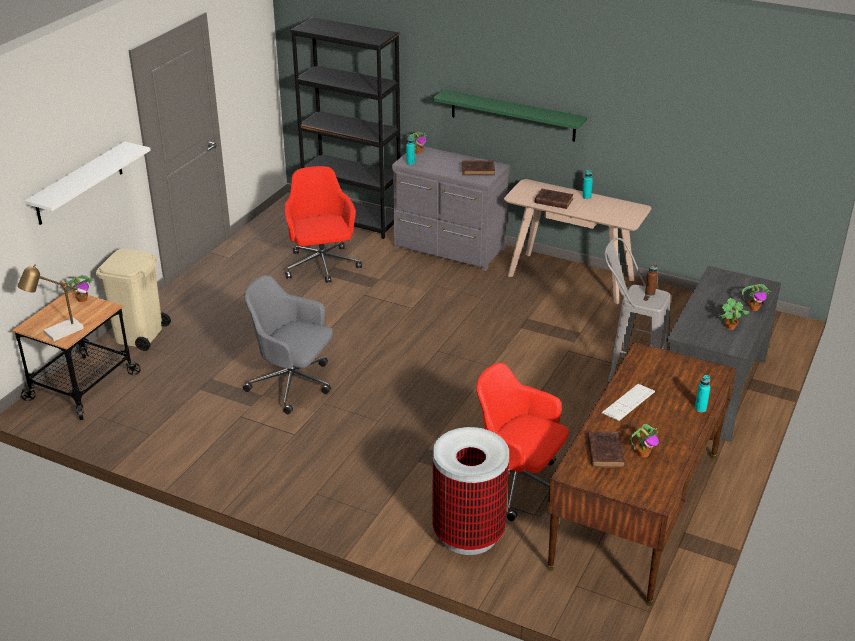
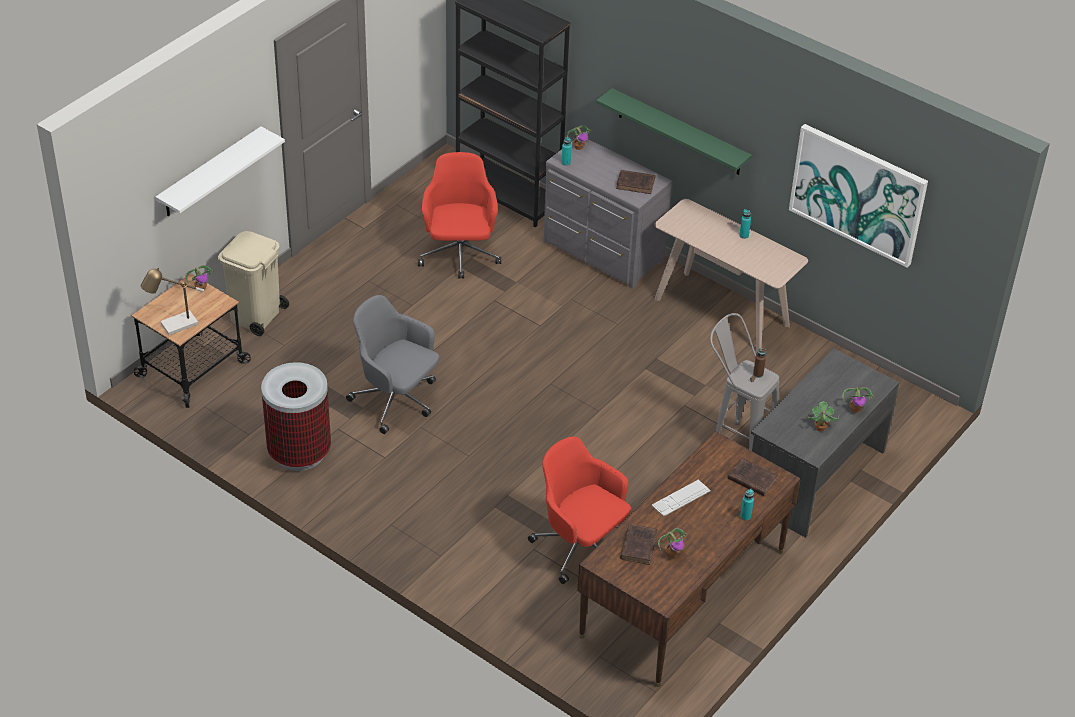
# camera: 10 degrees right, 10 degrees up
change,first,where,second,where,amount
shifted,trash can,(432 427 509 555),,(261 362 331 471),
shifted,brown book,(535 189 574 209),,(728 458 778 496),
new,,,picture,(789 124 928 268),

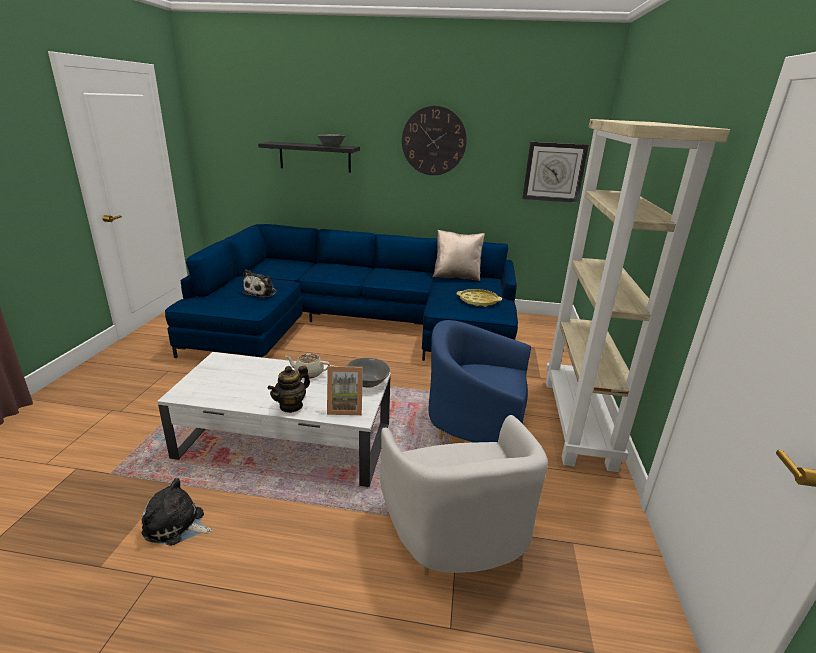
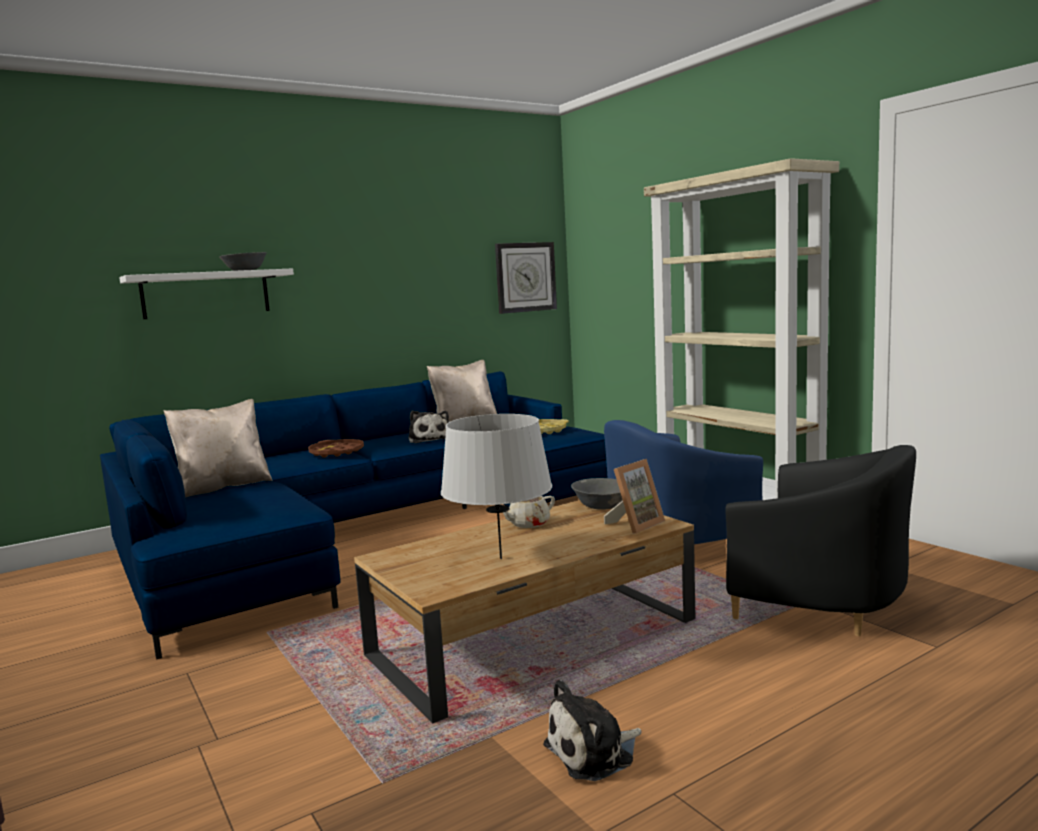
# camera: 40 degrees left, 15 degrees down
change,first,where,second,where,amount
repainted,white coffee table,(157 352 391 487),brown coffee table,(354 500 696 724),
shifted,plush toy,(243 269 277 298),,(408 411 449 443),
repainted,black shelf,(258 142 360 173),white shelf,(119 268 294 319),
gone,teapot,(268 366 310 413),,,
repainted,white armchair,(380 415 548 576),black armchair,(725 445 916 636),
gone,wall clock,(402 106 467 175),,,
new,,,beige pillow,(164 399 273 498),
new,,,brown tray,(308 439 364 458),
new,,,grey table lamp,(441 414 552 559),

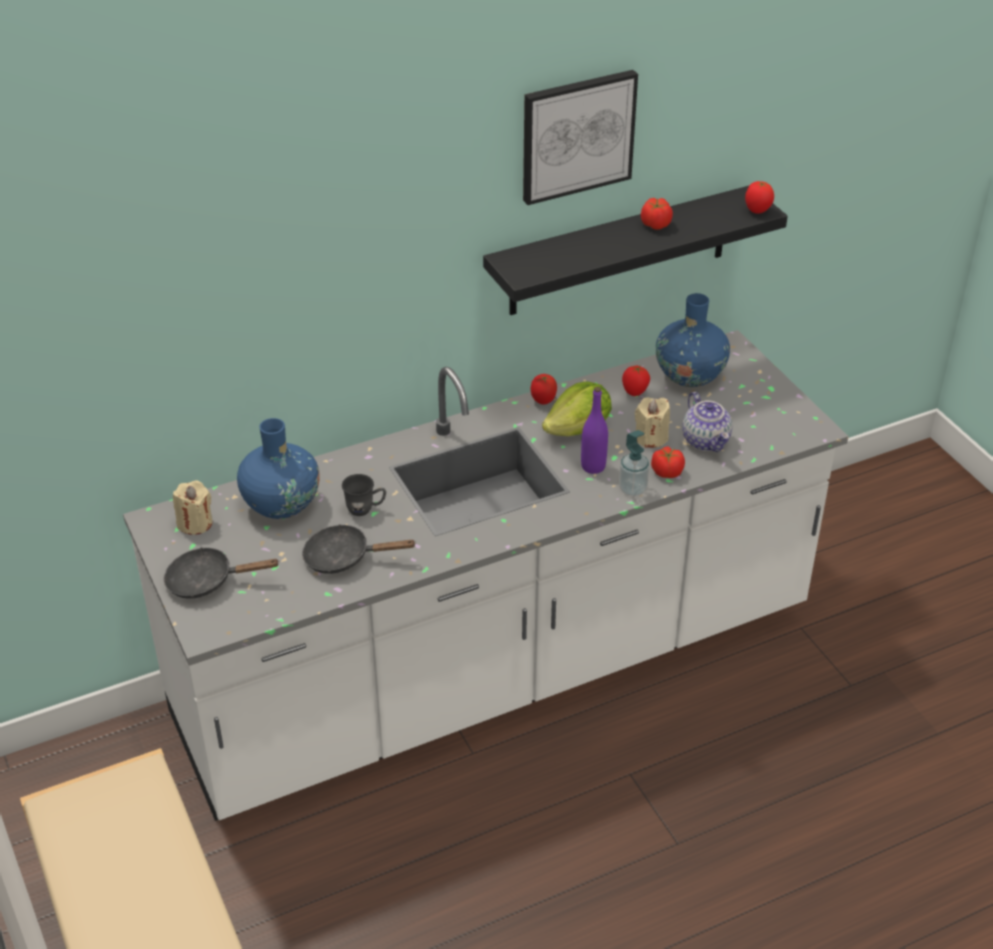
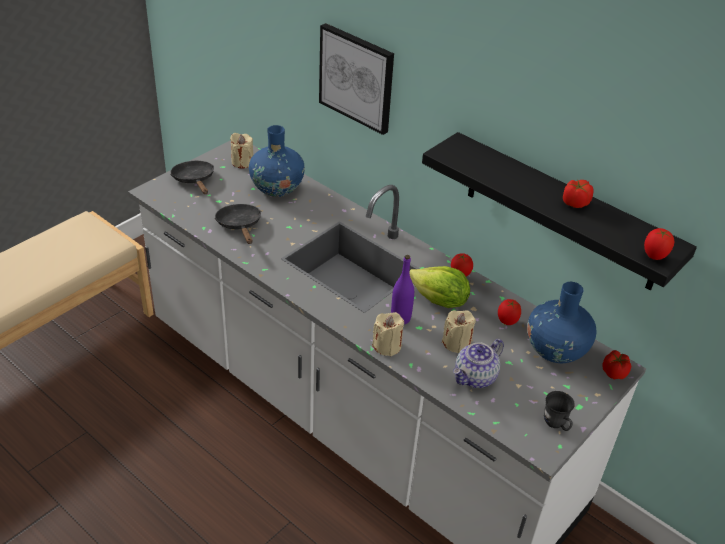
# camera: 65 degrees right, 0 degrees up
change,first,where,second,where,amount
shifted,grey mug,(342 474 386 516),,(544 391 575 431),
shifted,picture,(523 70 638 205),,(319 23 394 135),
swapped,soap dispenser,(619 430 649 496),beige candle,(372 312 404 356),
shifted,tomato,(651 446 685 478),,(602 350 631 379),

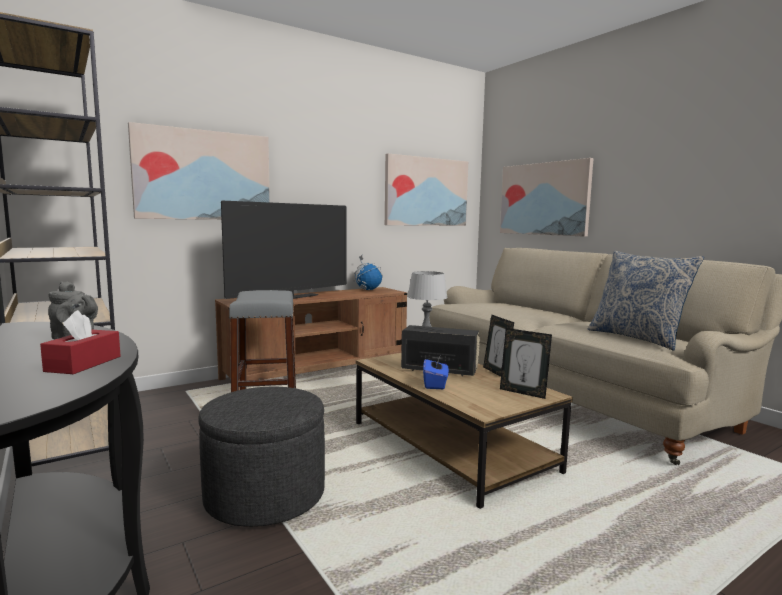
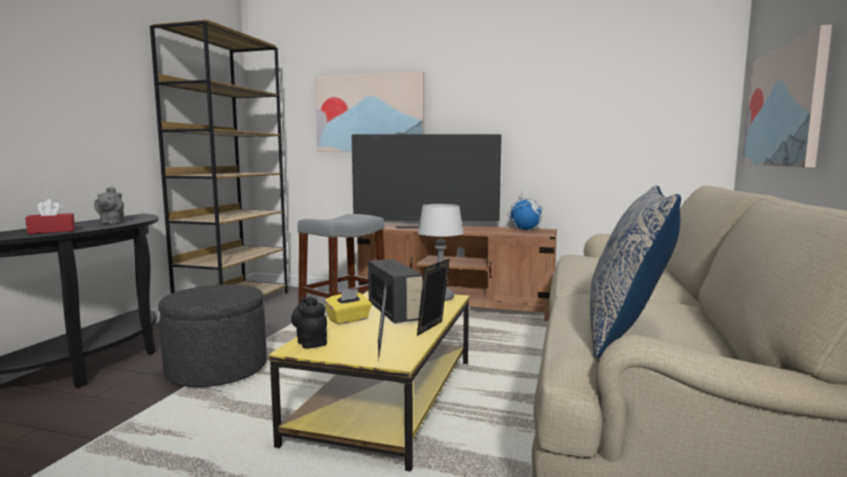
# camera: 50 degrees right, 0 degrees up
change,first,where,second,where,amount
repainted,brown coffee table,(356 353 573 509),yellow coffee table,(268 290 469 472),
gone,picture,(385 153 468 226),,,
repainted,blue tissue box,(423 357 449 389),yellow tissue box,(325 289 372 325),
new,,,black teapot,(291 296 327 349),

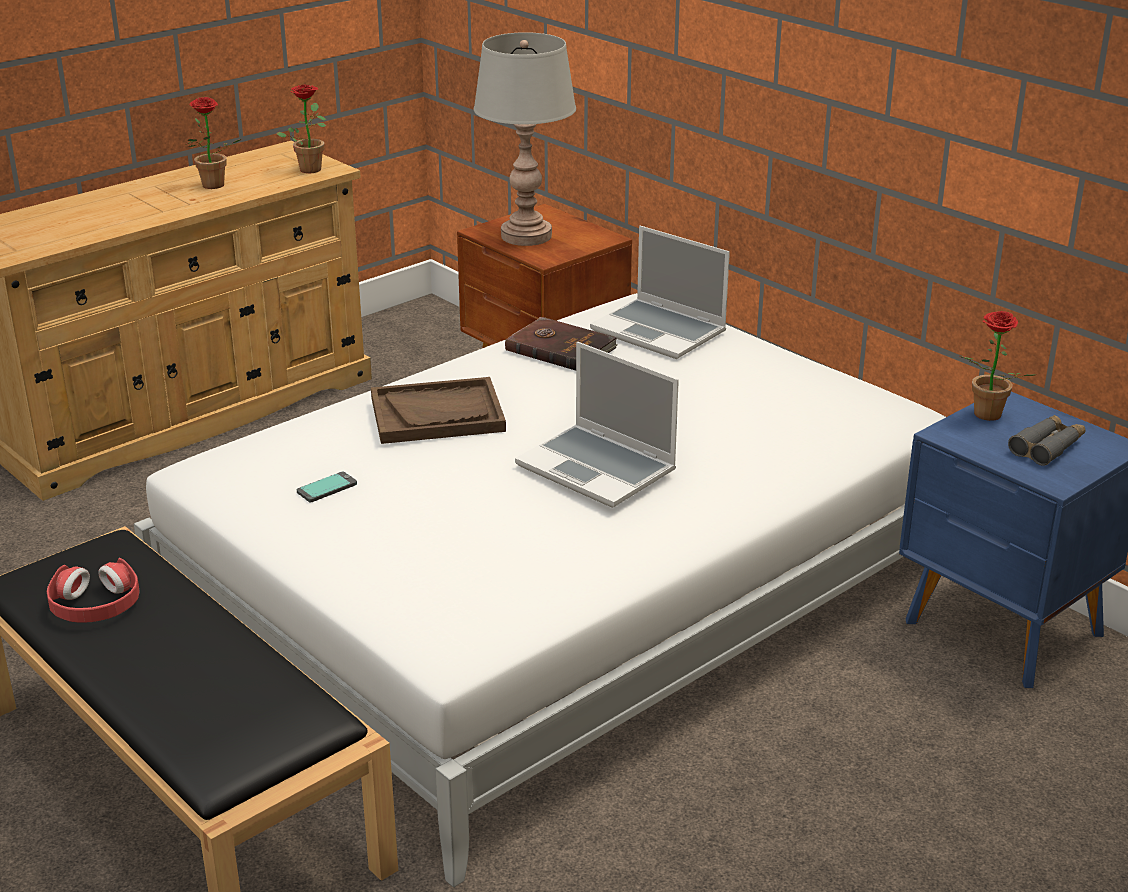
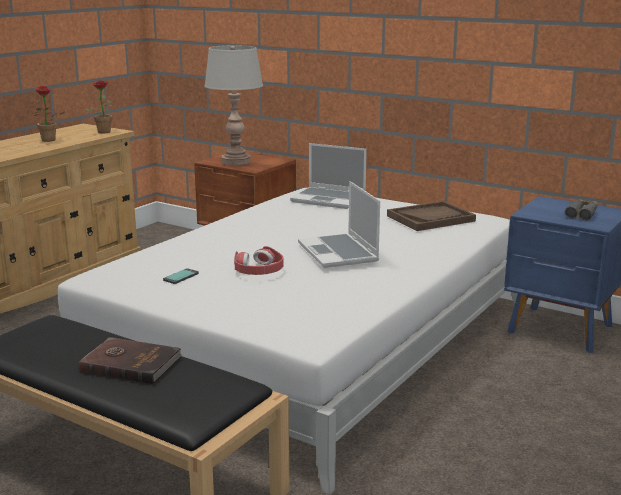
# camera: 15 degrees left, 10 degrees down
change,first,where,second,where,amount
shifted,red headphones,(47 558 140 622),,(234 246 283 275),
shifted,brown tray,(371 377 506 444),,(387 201 476 231),
shifted,brown book,(505 317 618 371),,(78 337 183 384),
rotated,laptop,(515 342 679 508),,(298 181 380 268),45 degrees clockwise
gone,potted plant,(959 311 1035 421),,,

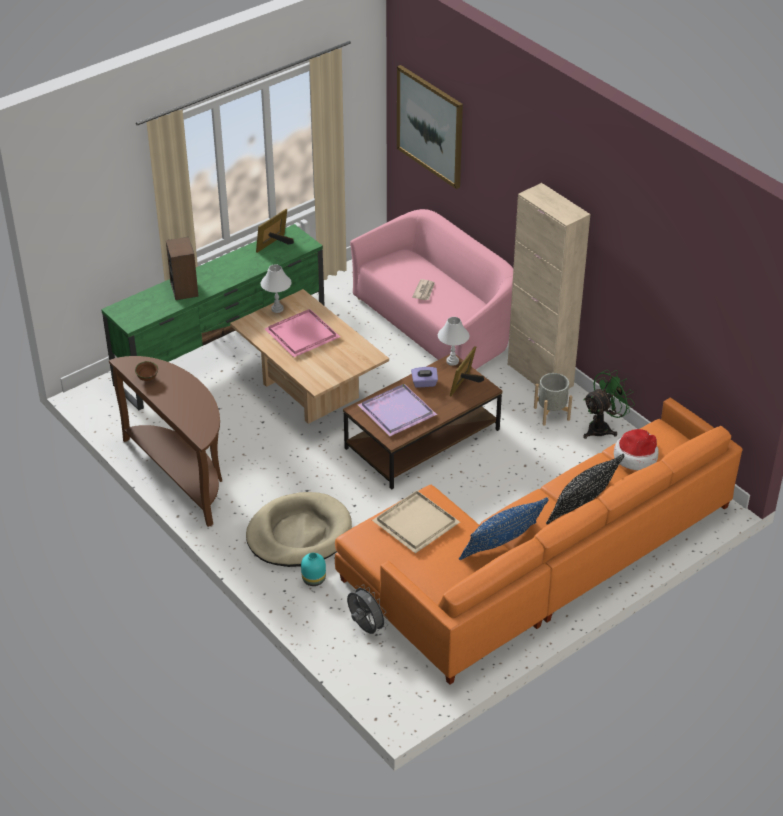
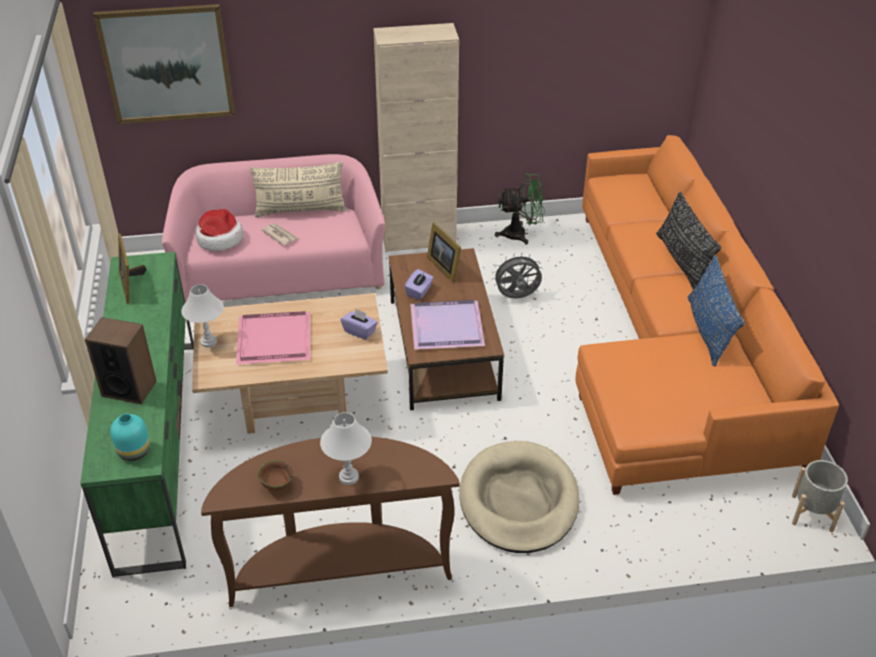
# camera: 60 degrees left, 0 degrees up
change,first,where,second,where,amount
shifted,turquoise vase,(301 553 326 586),,(110 414 150 461),
shifted,grey fan,(347 584 388 634),,(492 253 543 299),
gone,beige tray,(372 490 460 553),,,
shifted,white table lamp,(438 317 469 366),,(320 412 372 485),
shifted,grey planter,(534 373 572 425),,(792 460 848 532),
rotated,green fan,(583 370 635 439),,(495 173 545 245),90 degrees clockwise
shifted,hat,(614 429 659 470),,(196 209 243 251),
new,,,beige pillow,(250 162 347 217),
new,,,purple tissue box,(341 308 378 340),

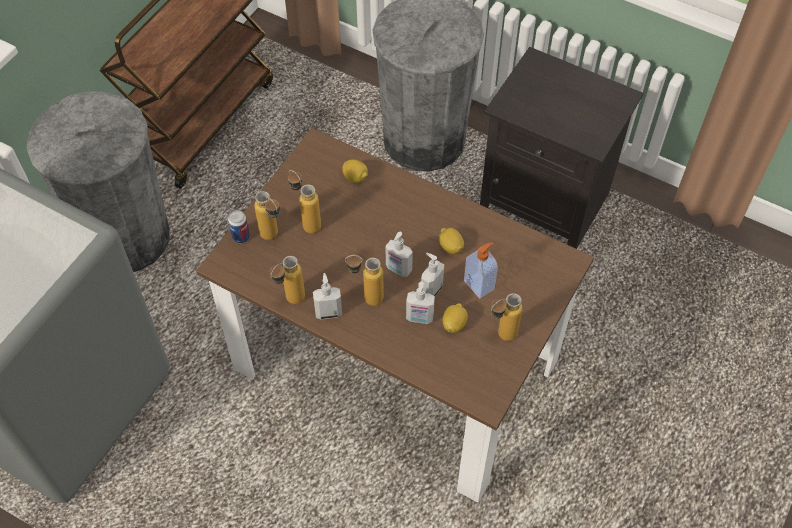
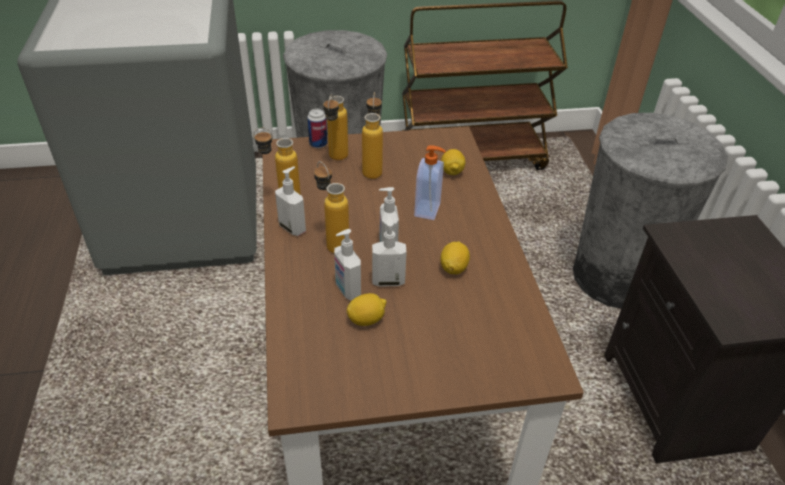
# camera: 50 degrees right, 15 degrees down
change,first,where,second,where,amount
shifted,soap dispenser,(464 242 498 298),,(414 145 445 220),
gone,bottle,(491 293 523 341),,,

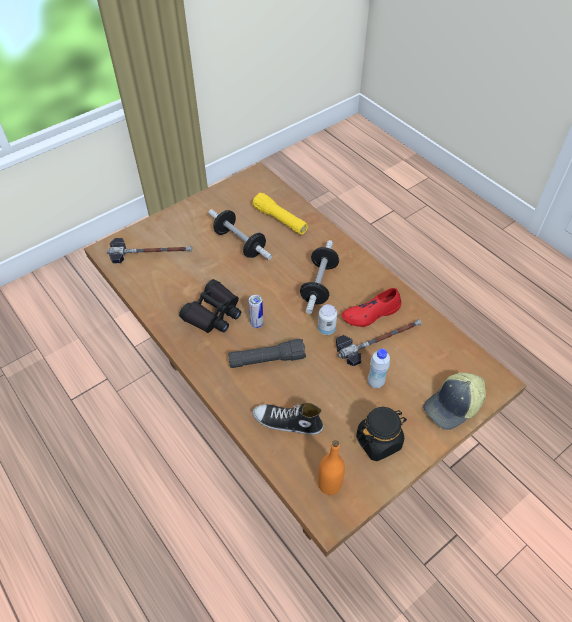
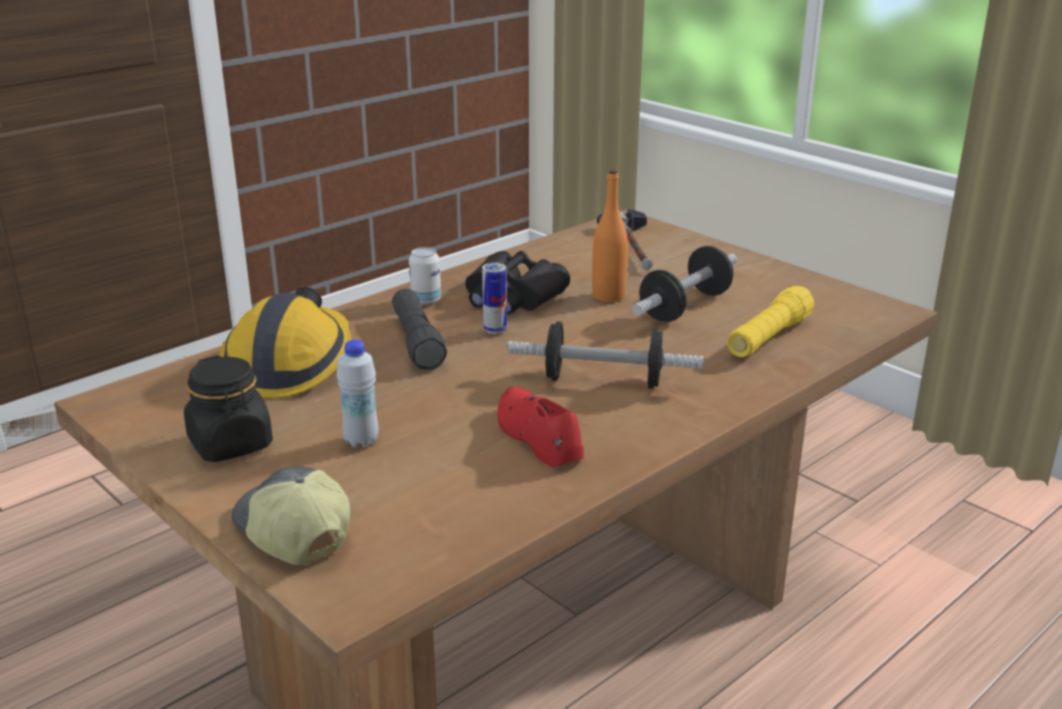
# camera: 85 degrees right, 25 degrees down
change,first,where,second,where,amount
swapped,shoe,(252 403 323 435),hard hat,(219 287 352 398),
shifted,can,(318 304 337 335),,(409 247 441 305),
shifted,orange bottle,(318 440 345 495),,(592 169 628 302),
gone,hammer,(336 319 422 366),,,

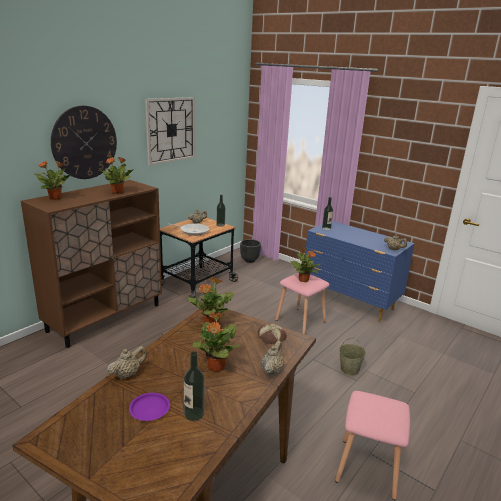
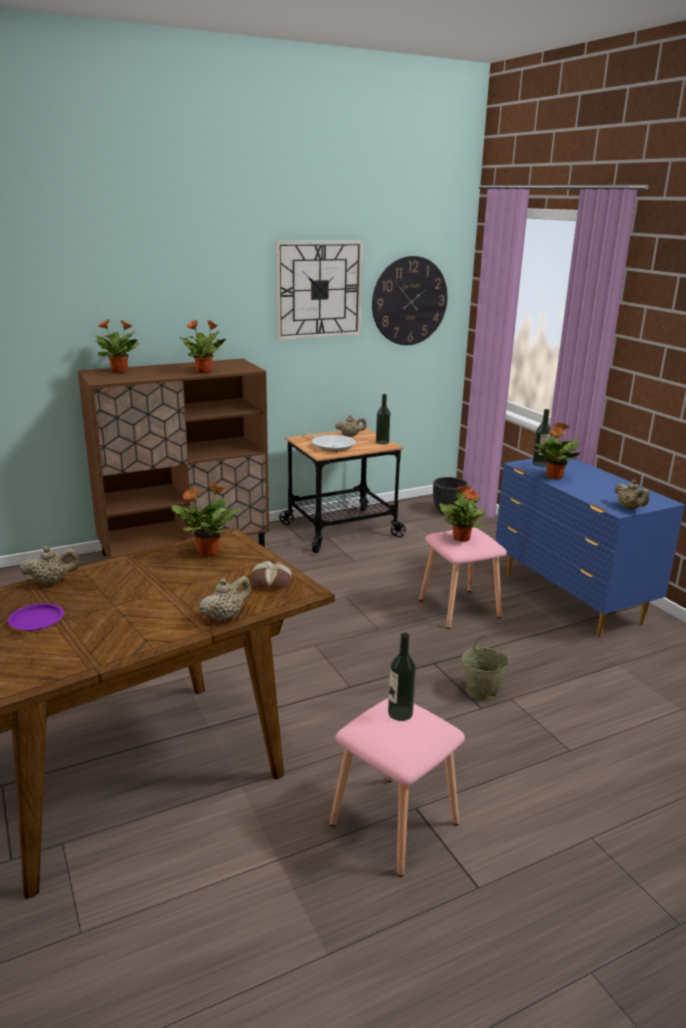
# camera: 25 degrees right, 0 degrees up
change,first,where,second,where,amount
shifted,wall clock,(51 106 117 179),,(372 256 448 345),
shifted,bottle,(184 351 205 421),,(388 632 416 721),
shifted,potted plant,(192 312 240 372),,(535 422 580 480),

